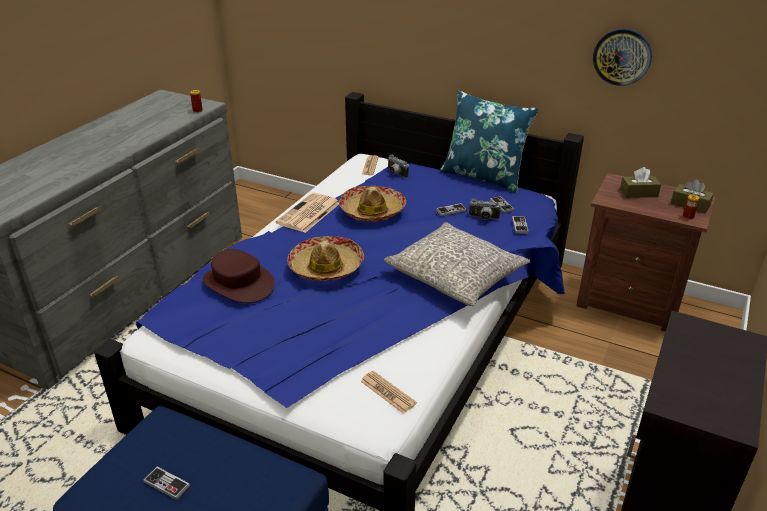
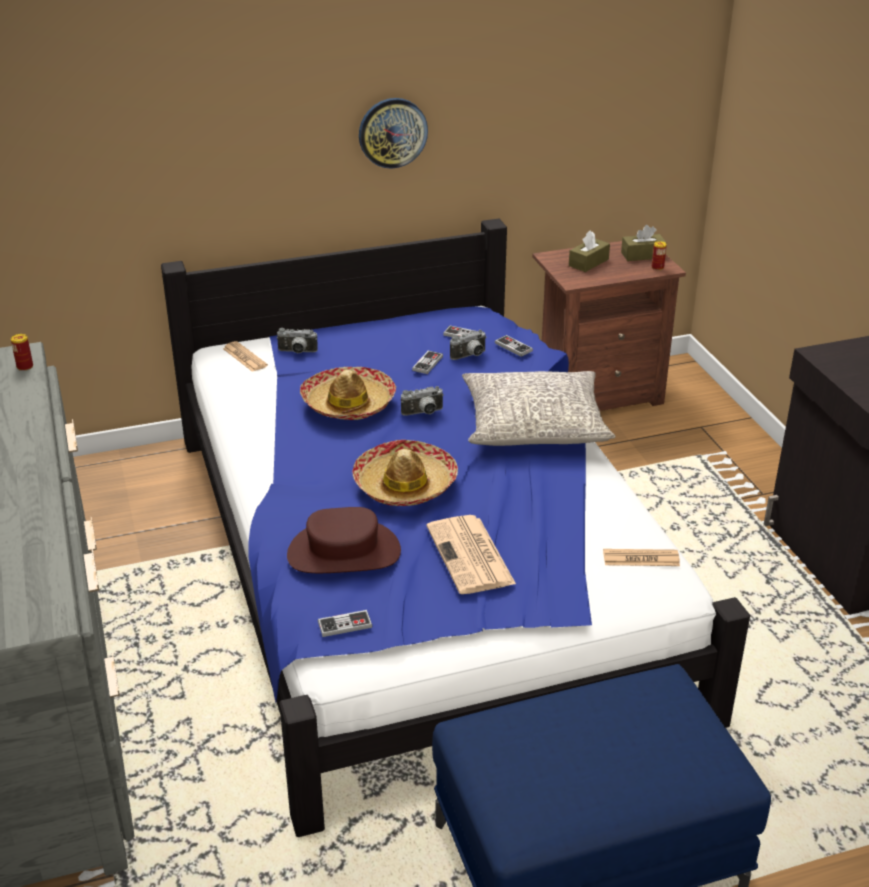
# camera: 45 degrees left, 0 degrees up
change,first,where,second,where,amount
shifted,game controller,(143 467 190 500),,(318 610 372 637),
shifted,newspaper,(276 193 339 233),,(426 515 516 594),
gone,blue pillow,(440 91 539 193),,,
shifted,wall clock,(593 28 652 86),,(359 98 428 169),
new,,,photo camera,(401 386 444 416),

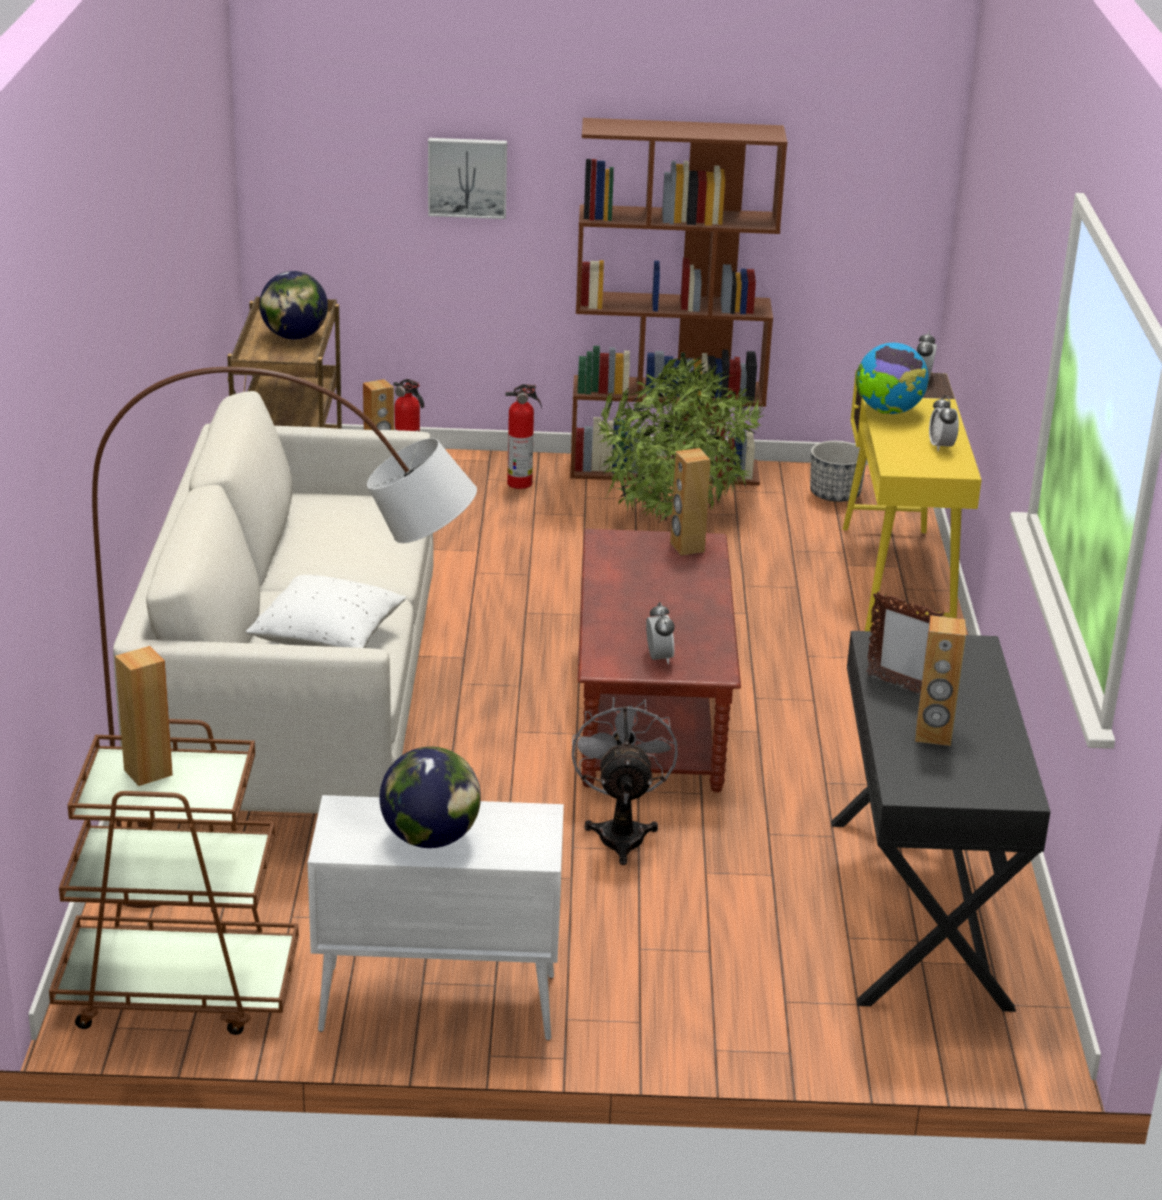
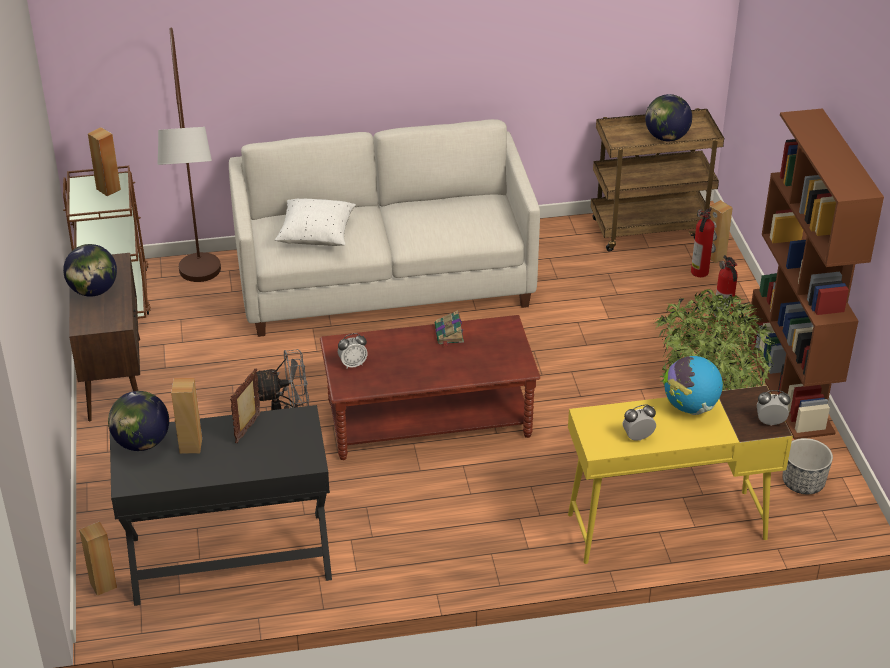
# camera: 80 degrees right, 10 degrees up
change,first,where,second,where,amount
repainted,white cabinet,(308 795 564 1041),brown cabinet,(69 253 140 422),
gone,picture,(428 138 507 219),,,
shifted,brown speaker,(670 448 711 555),,(79 521 117 596),
new,,,globe,(108 391 169 451),
new,,,book,(435 310 464 346),

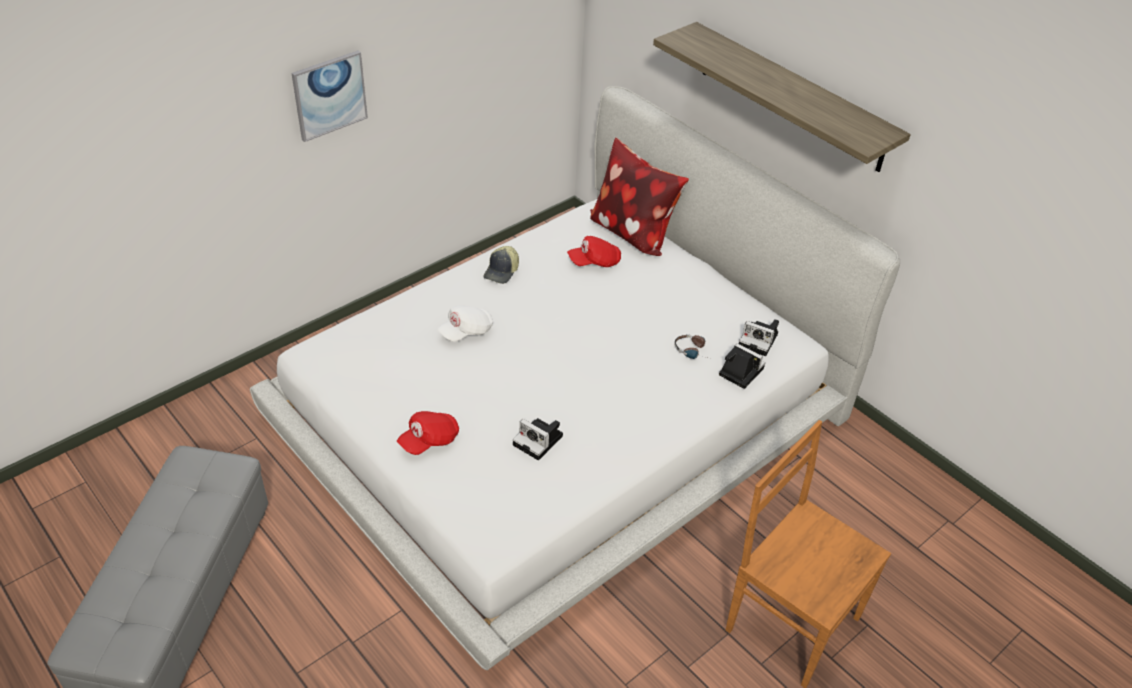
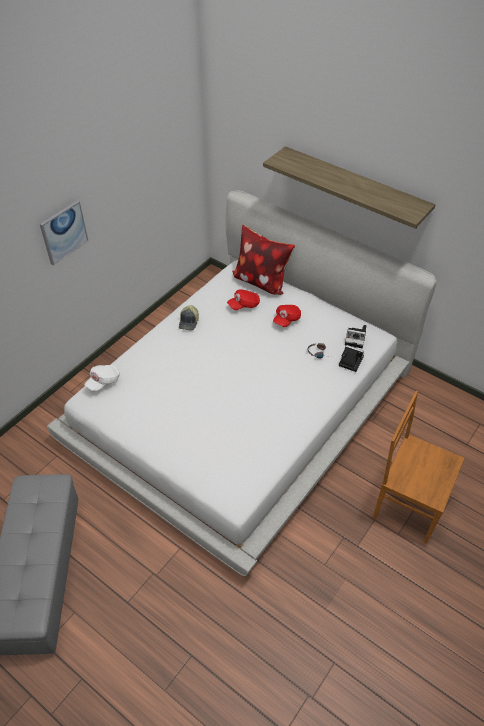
# camera: 10 degrees left, 5 degrees up
change,first,where,second,where,amount
shifted,red cap,(397 411 459 455),,(273 305 301 327),
shifted,white cap,(437 305 493 342),,(85 365 120 391),
gone,photo camera,(513 418 563 460),,,

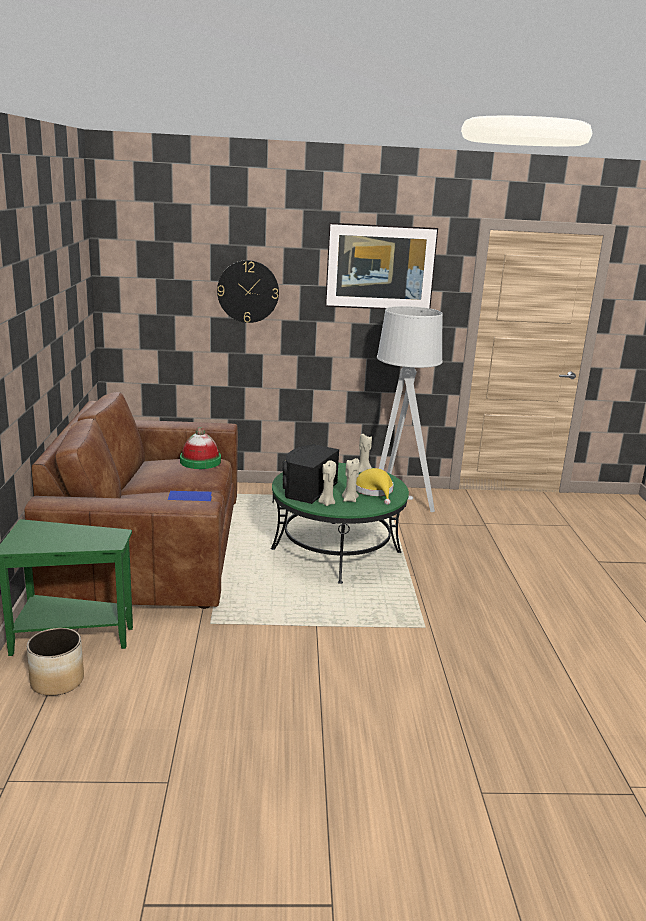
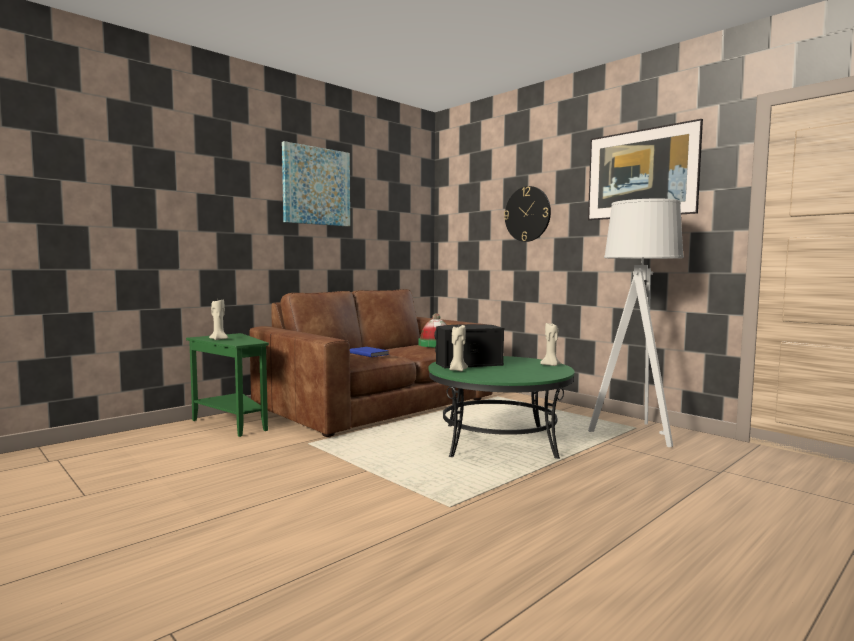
# camera: 50 degrees right, 15 degrees down
change,first,where,second,where,amount
gone,planter,(27 628 84 696),,,
shifted,beige candle,(342 458 359 502),,(209 300 228 340),
gone,yellow hat,(356 468 394 505),,,
new,,,picture,(282 141 350 227),

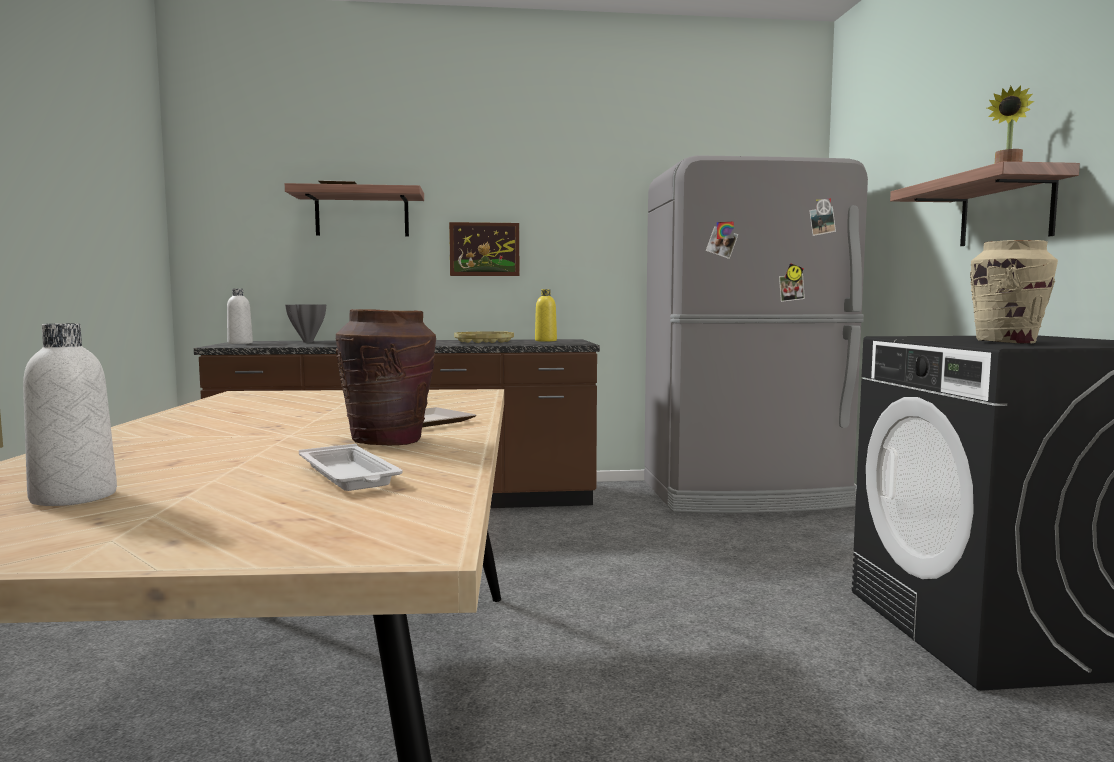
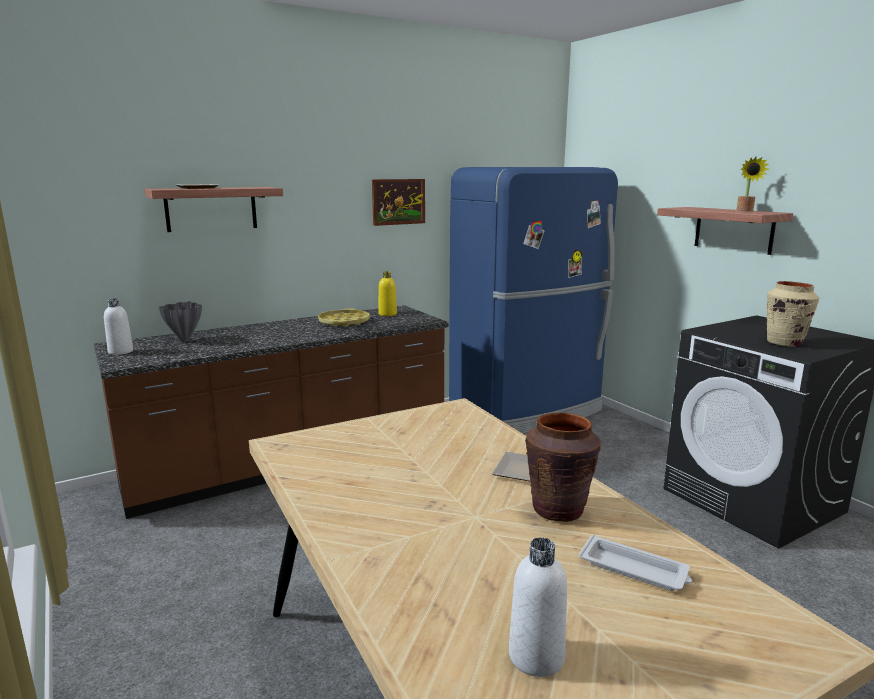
# camera: 25 degrees left, 10 degrees up
change,first,where,second,where,amount
shifted,picture,(449 222 519 276),,(372 179 425 226),
repainted,grey fridge,(644 155 868 513),blue fridge,(449 167 618 434),

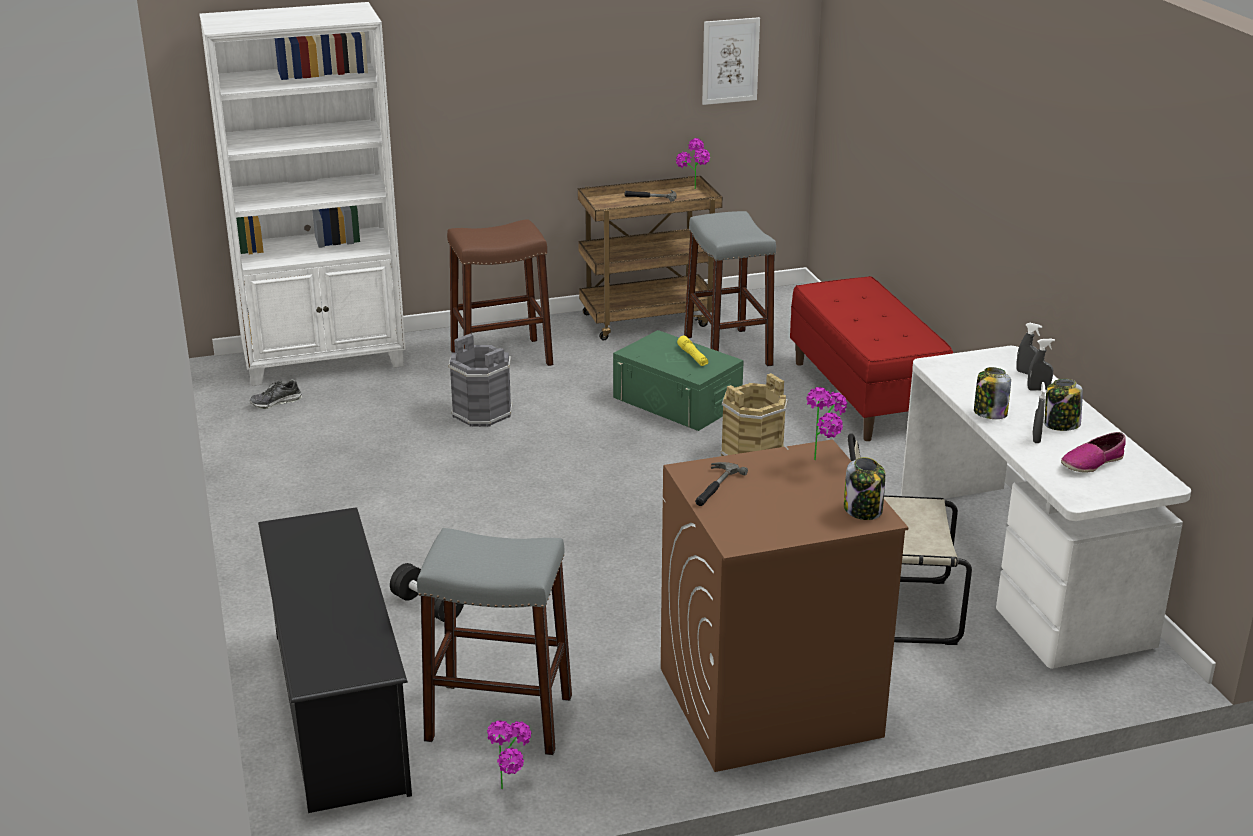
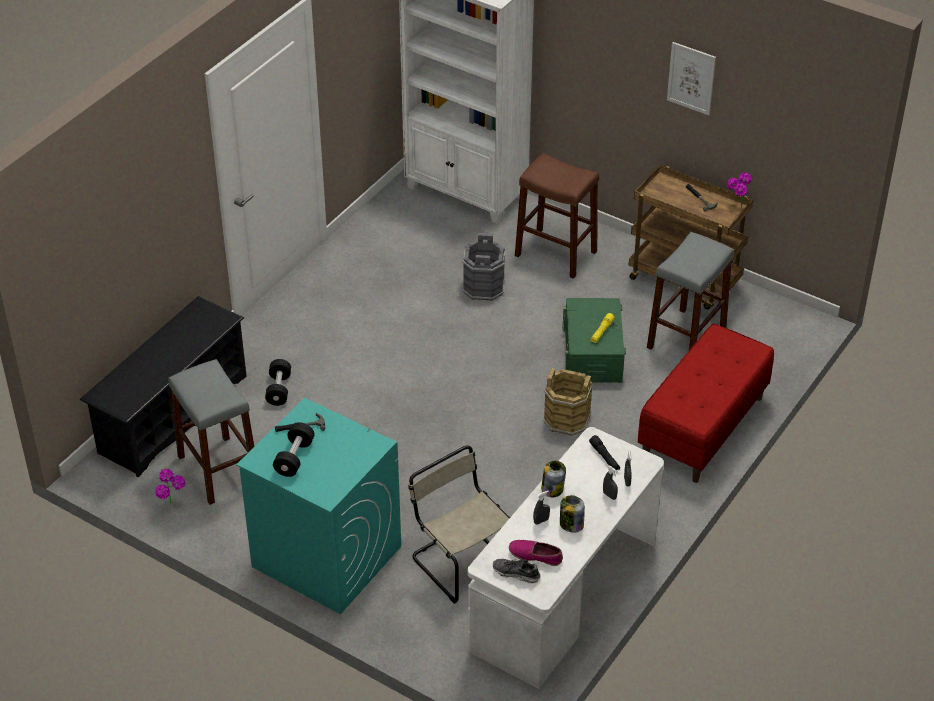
# camera: 50 degrees right, 15 degrees up
change,first,where,second,where,amount
shifted,shoe,(250 379 302 409),,(493 559 541 583),
repainted,brown washing machine,(661 440 908 772),turquoise washing machine,(236 398 401 614),
shifted,picture,(702 17 760 105),,(667 42 716 115),
gone,potted plant,(806 387 847 460),,,
gone,jar,(844 457 885 520),,,
new,,,black dumbbell,(273 422 315 477),
new,,,black flashlight,(589 435 620 470),

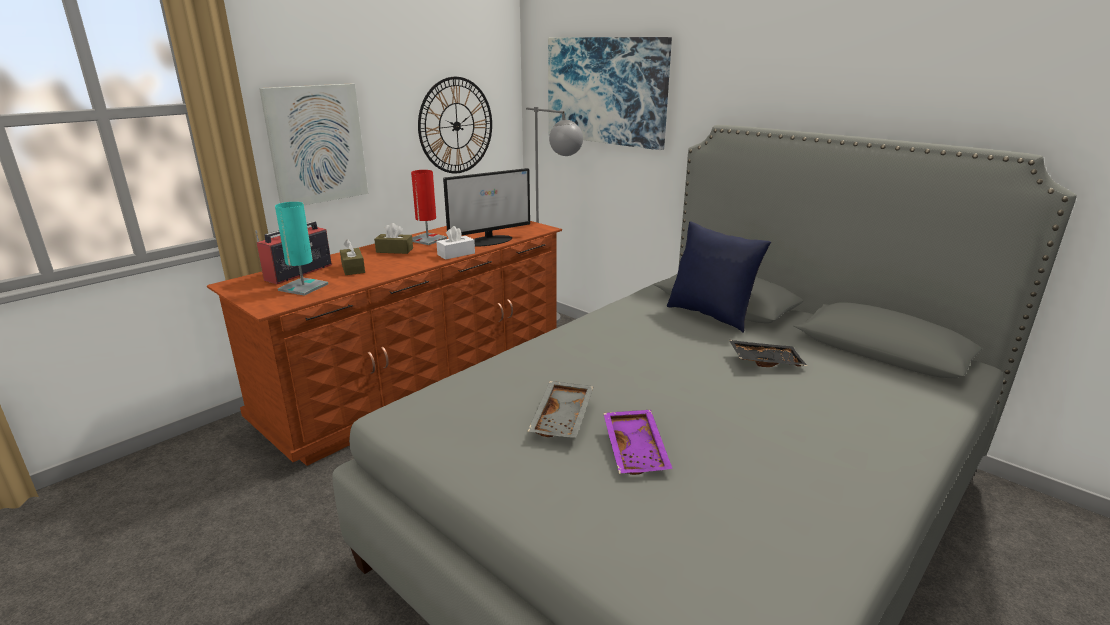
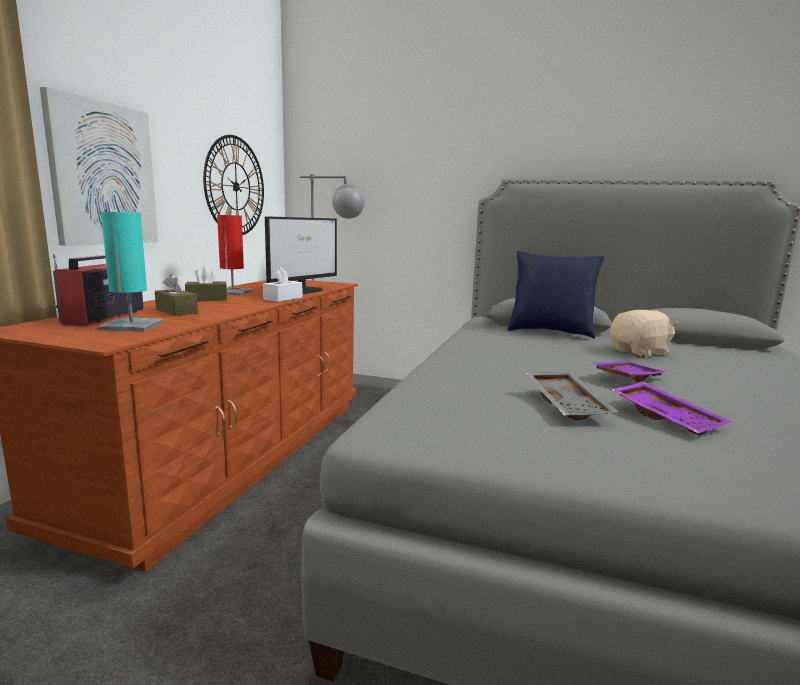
# camera: 25 degrees left, 10 degrees down
change,first,where,second,where,amount
gone,picture,(548 37 672 150),,,
swapped,black tray,(729 340 807 367),beige plush toy,(610 310 679 358),
new,,,purple tray,(589 361 666 382),

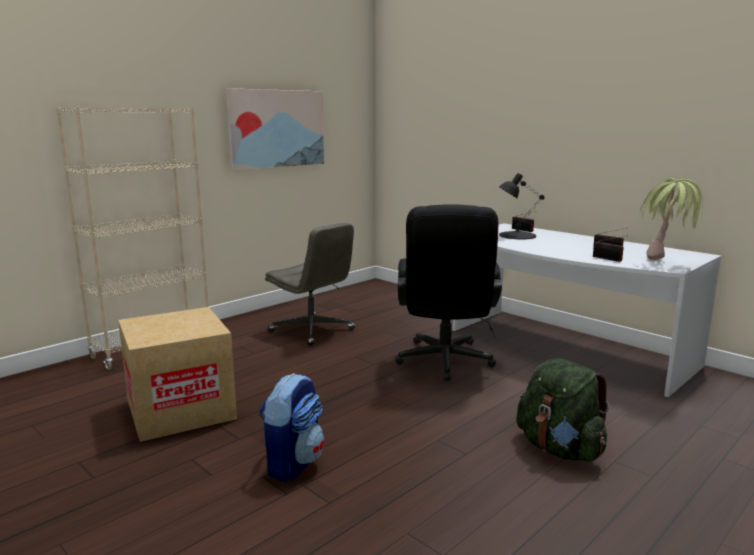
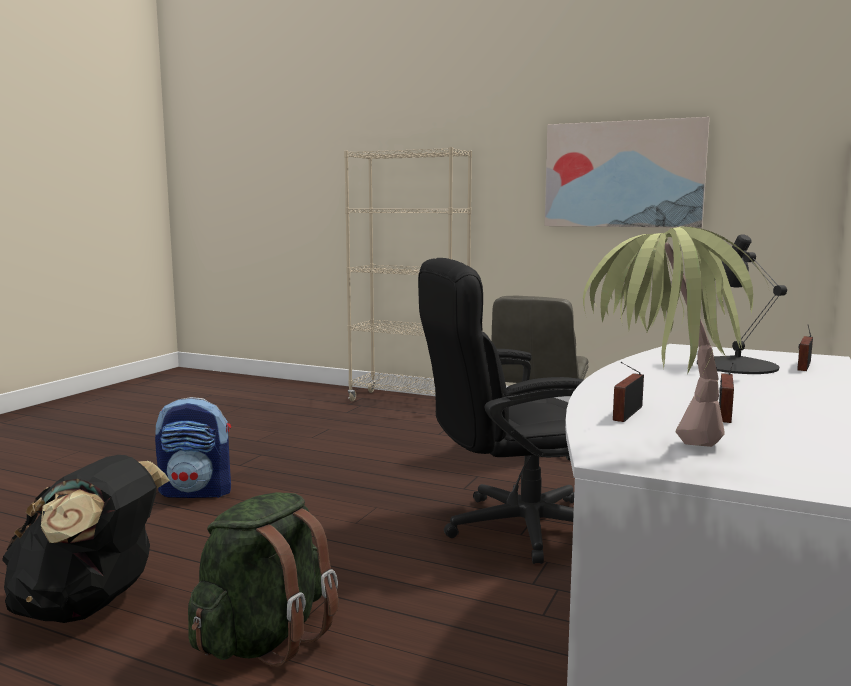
# camera: 70 degrees right, 5 degrees down
change,first,where,second,where,amount
gone,cardboard box,(118 307 237 442),,,
new,,,black backpack,(2 455 170 623),

